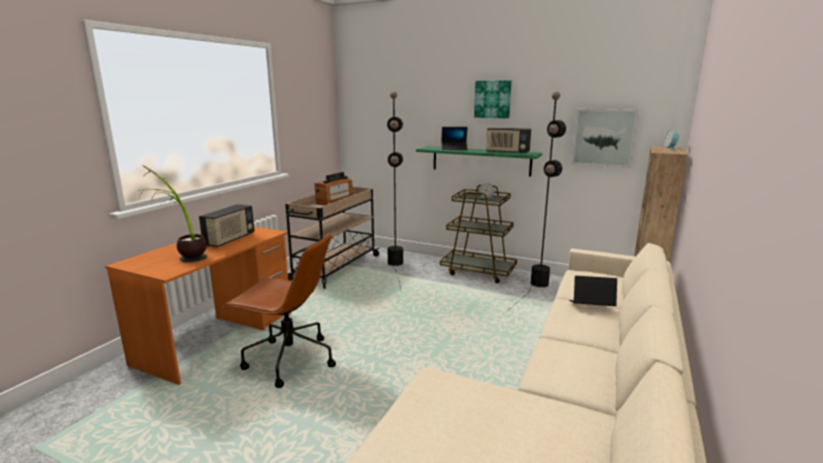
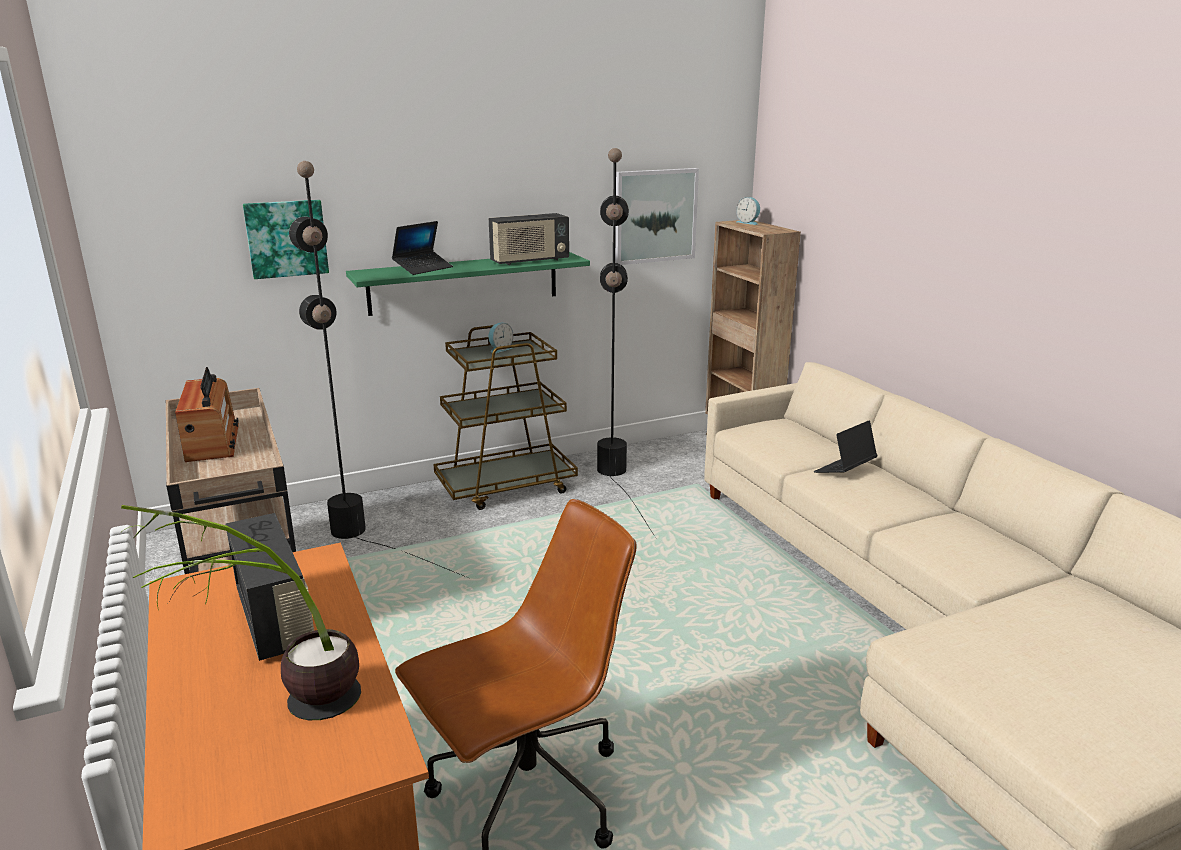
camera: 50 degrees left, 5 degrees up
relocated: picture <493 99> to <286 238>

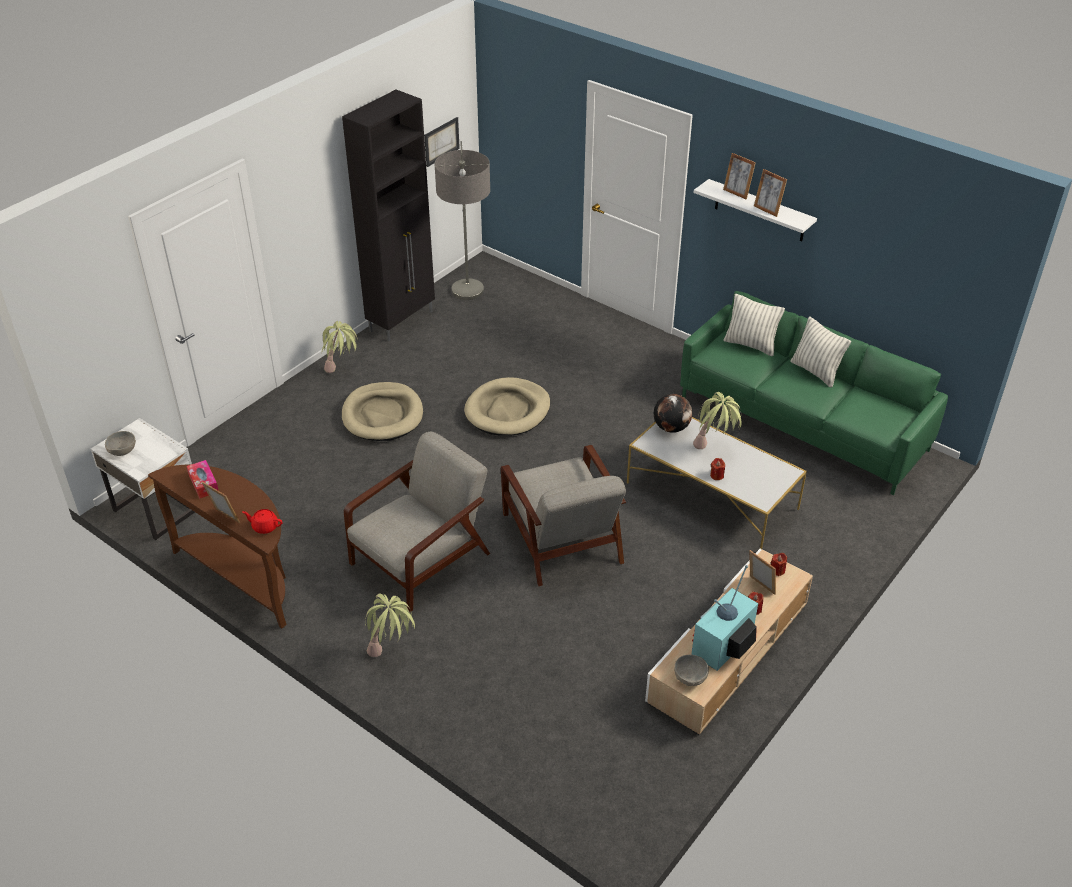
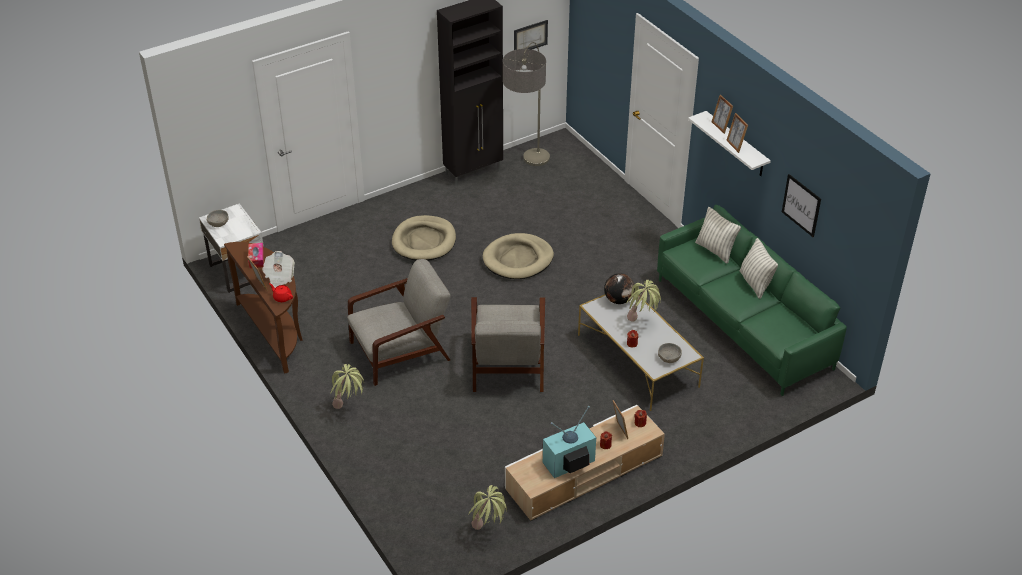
camera: 20 degrees right, 0 degrees up
appeared: newspaper <279 276>; picture <801 205>
relocated: potted plant <343 373> to <489 532>; grey bowl <690 677> to <669 358>

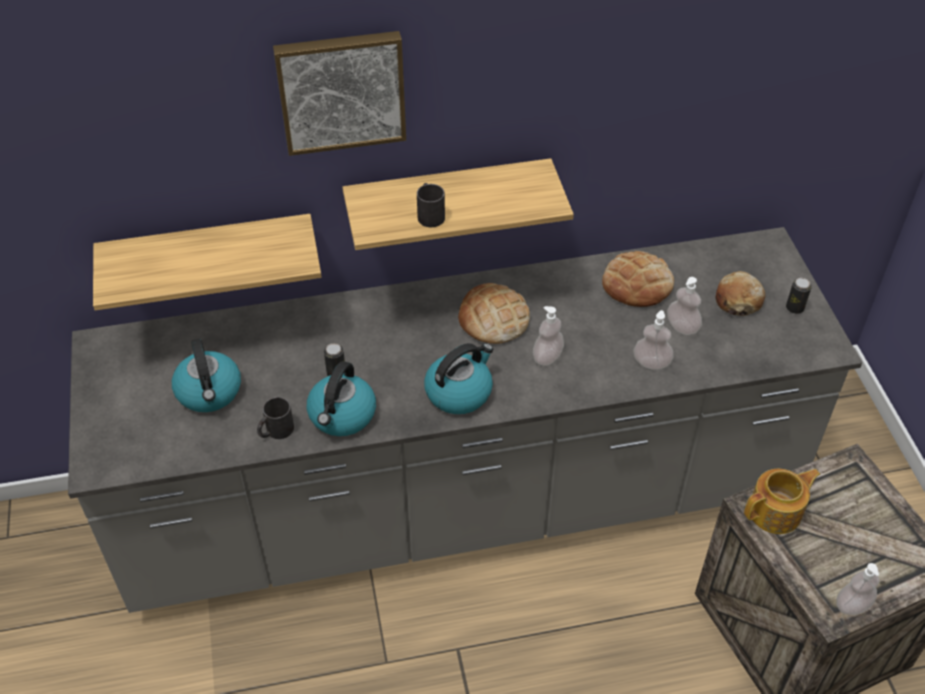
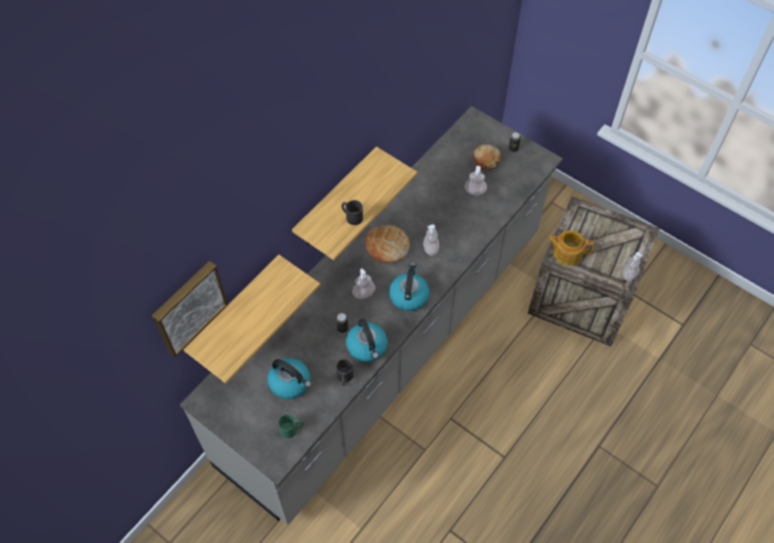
camera: 40 degrees left, 10 degrees up
missing: bread <637 284>
appeared: green mug <292 429>
relocated: picture <341 90> to <188 307>; soap dispenser <651 362> to <363 294>
spun: teapot <776 512> = <567 253> 105 degrees counterclockwise

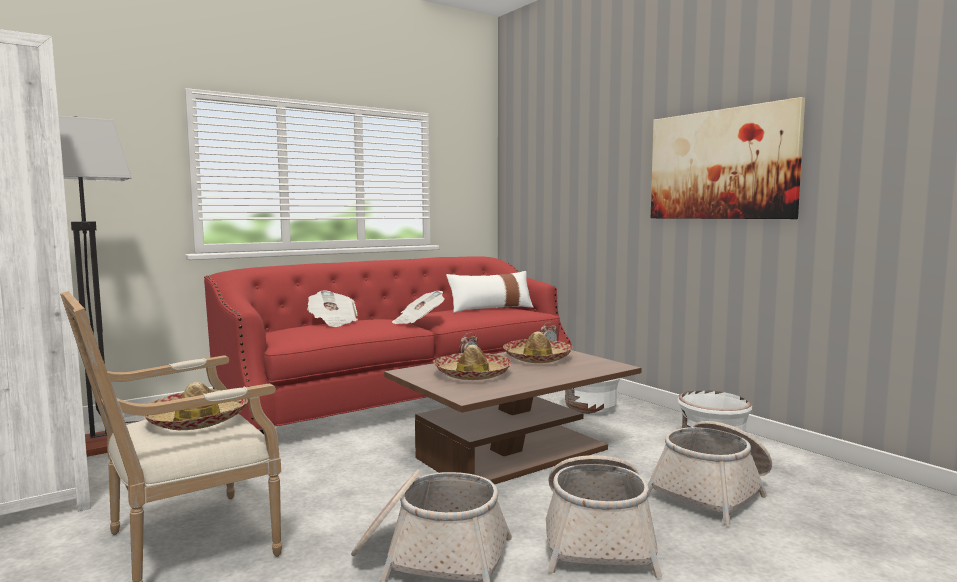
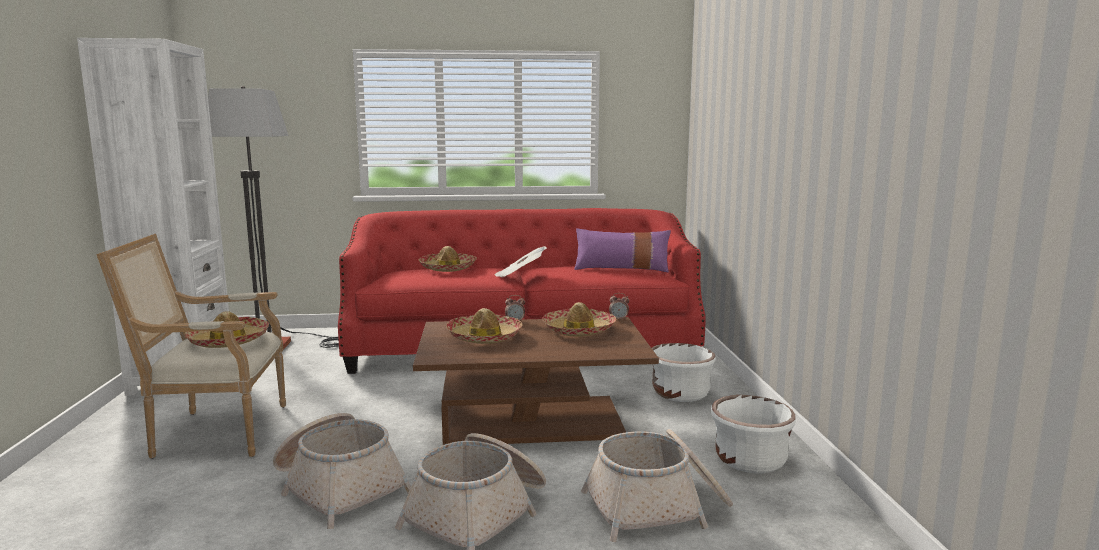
camera: 30 degrees right, 5 degrees up
missing: picture <721 164>
exchanged: newspaper <333 322> to hat <448 268>
colour: white pillow <491 308> to purple pillow <621 269>

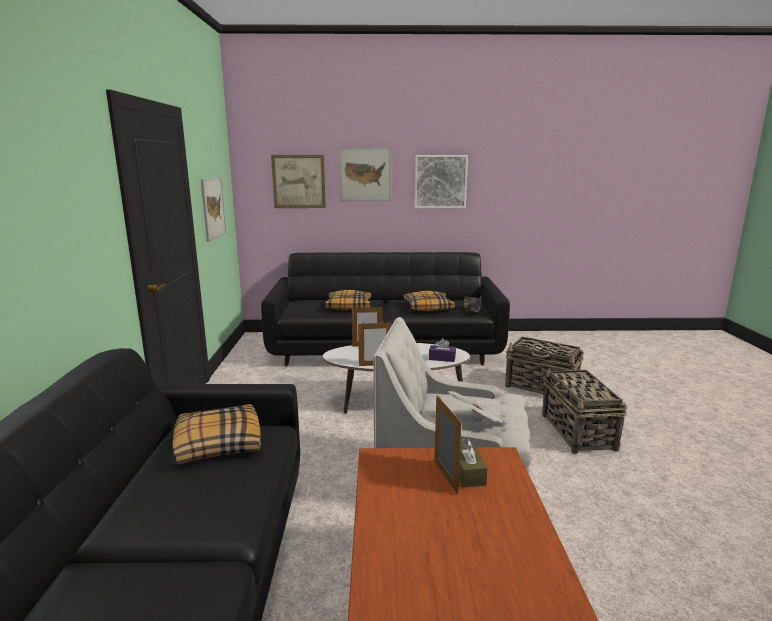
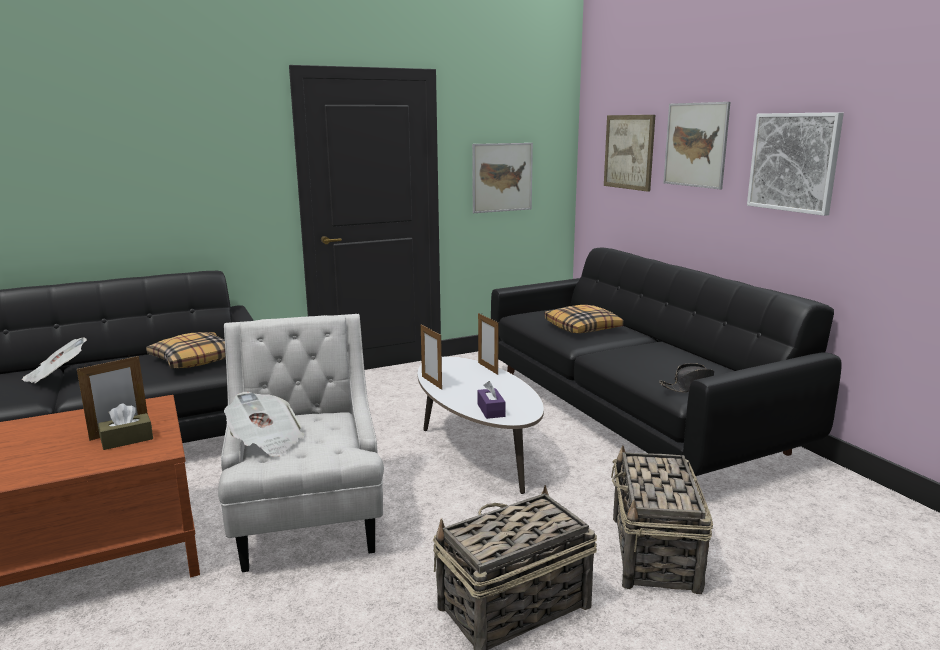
camera: 65 degrees right, 0 degrees up
missing: pillow <428 307>
appeared: newspaper <57 376>

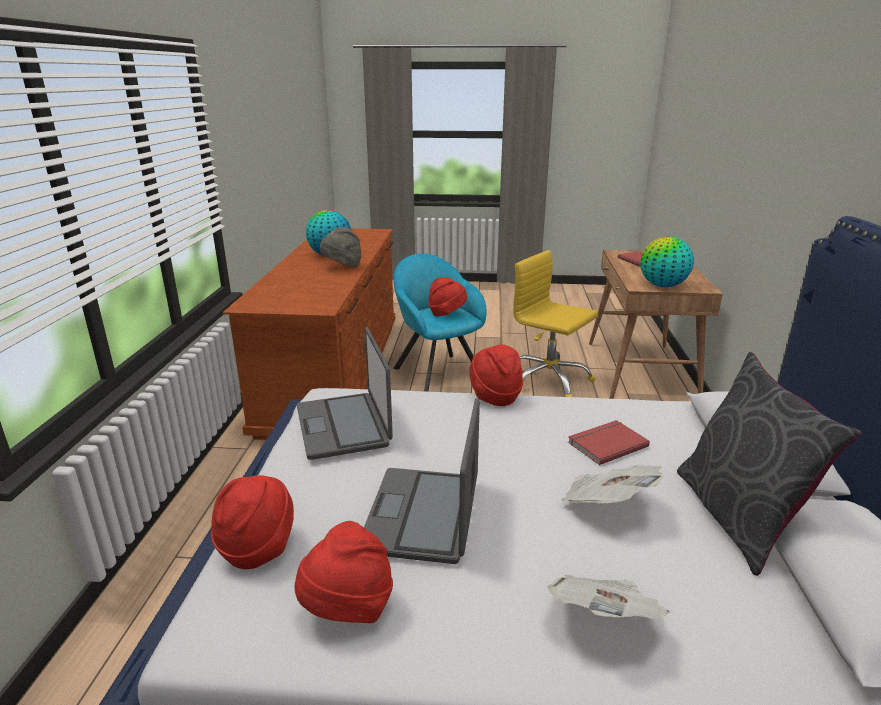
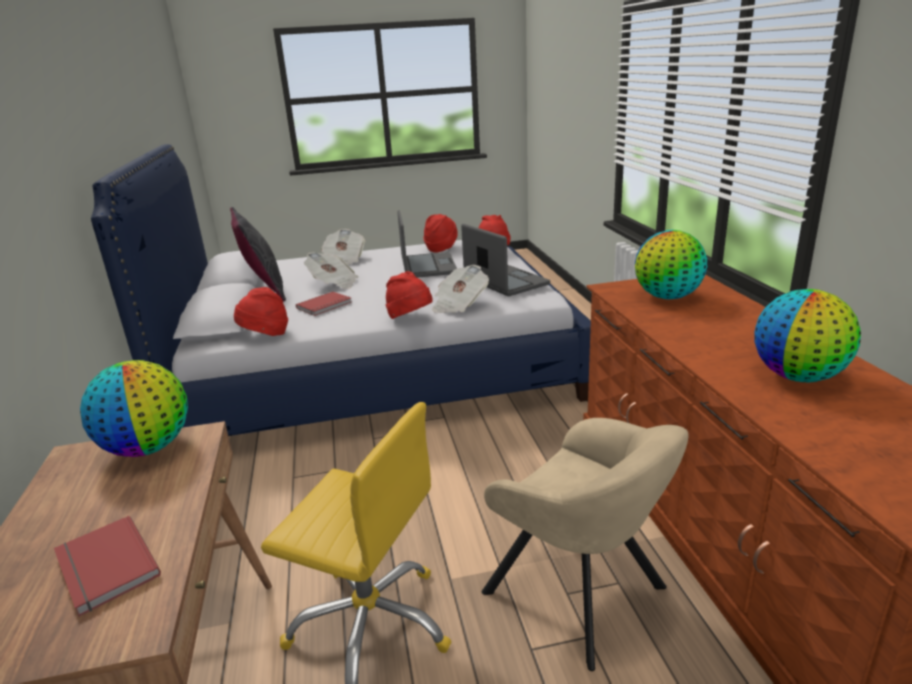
camera: 165 degrees right, 0 degrees up
missing: grey hat <342 267>
appeared: newspaper <459 305>; globe <667 297>
relocated: red hat <447 313> to <265 335>
colour: turquoise armchair <436 372> to beige armchair <581 595>

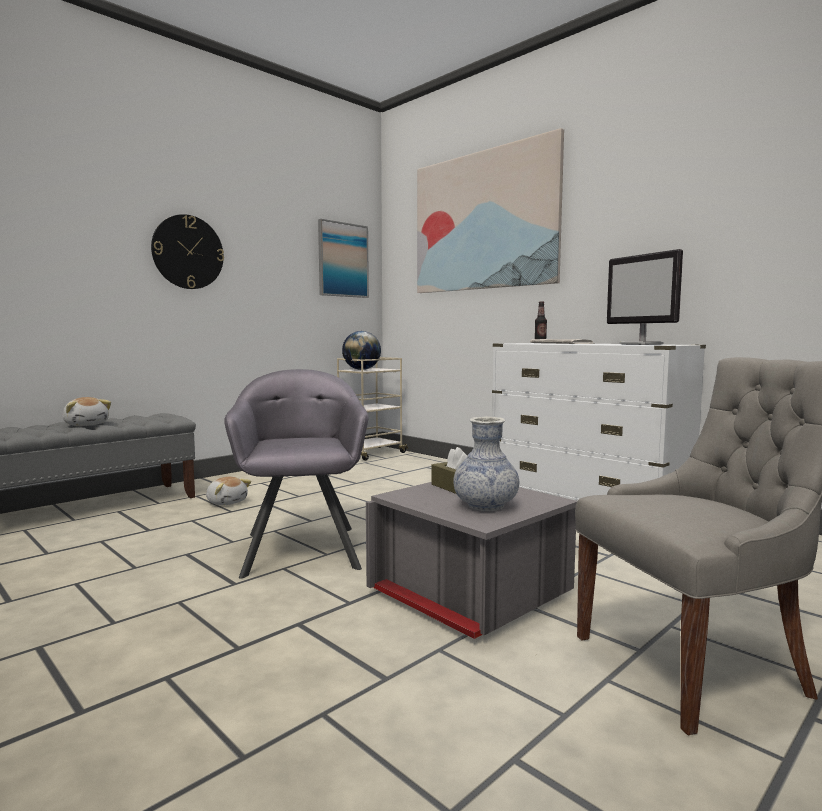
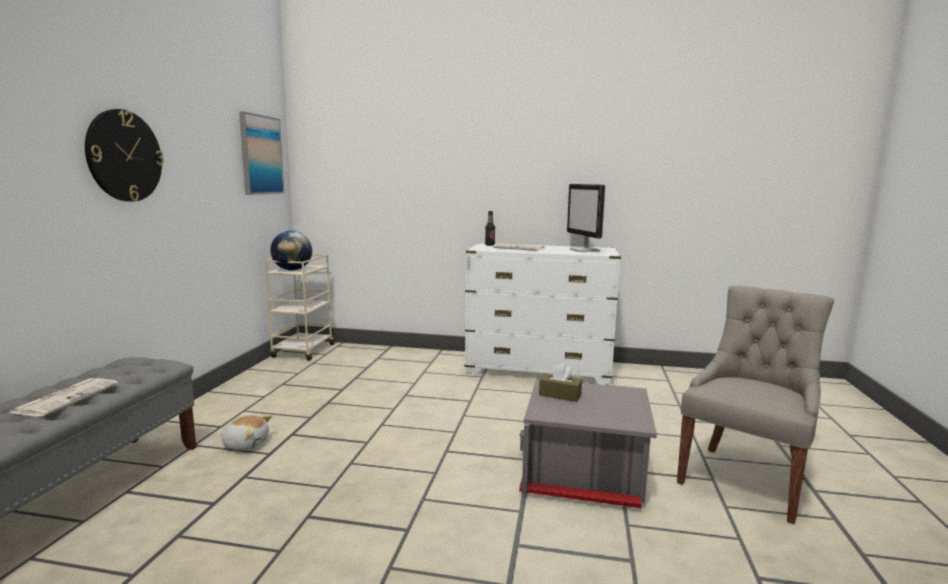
camera: 35 degrees left, 5 degrees up
missing: grey armchair <302 549>; picture <484 221>; vase <485 506>
exchanged: plush toy <86 424> to newspaper <67 397>
spun: monitor <642 344> = <585 250> 45 degrees clockwise

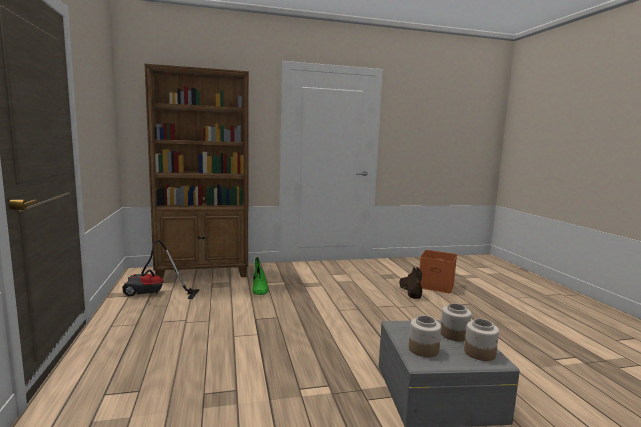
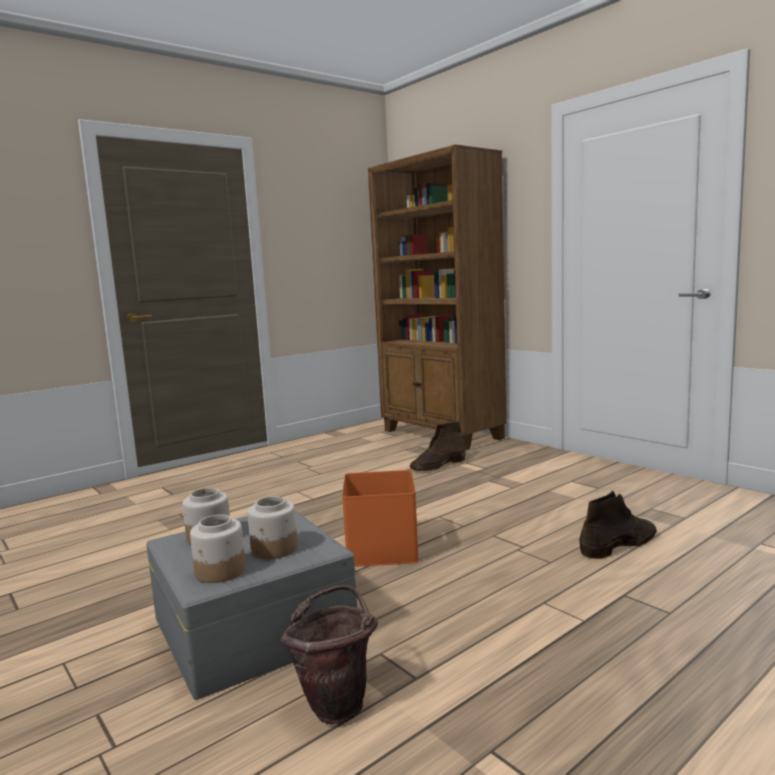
camera: 65 degrees right, 0 degrees up
missing: vacuum cleaner <153 294>
appeared: brown bucket <337 702>
relocated: orange storage box <437 285> to <383 549>
colour: green boot <260 289> to brown boot <438 466>

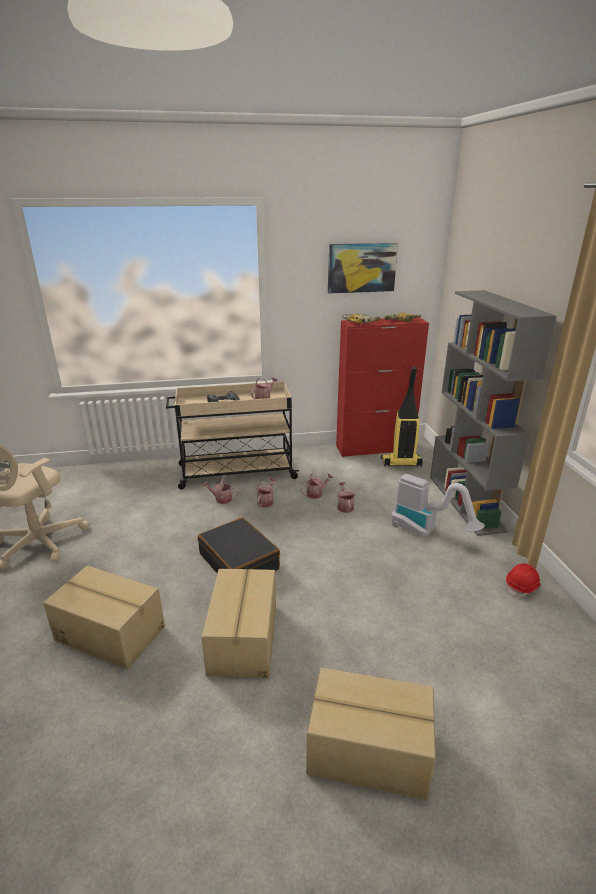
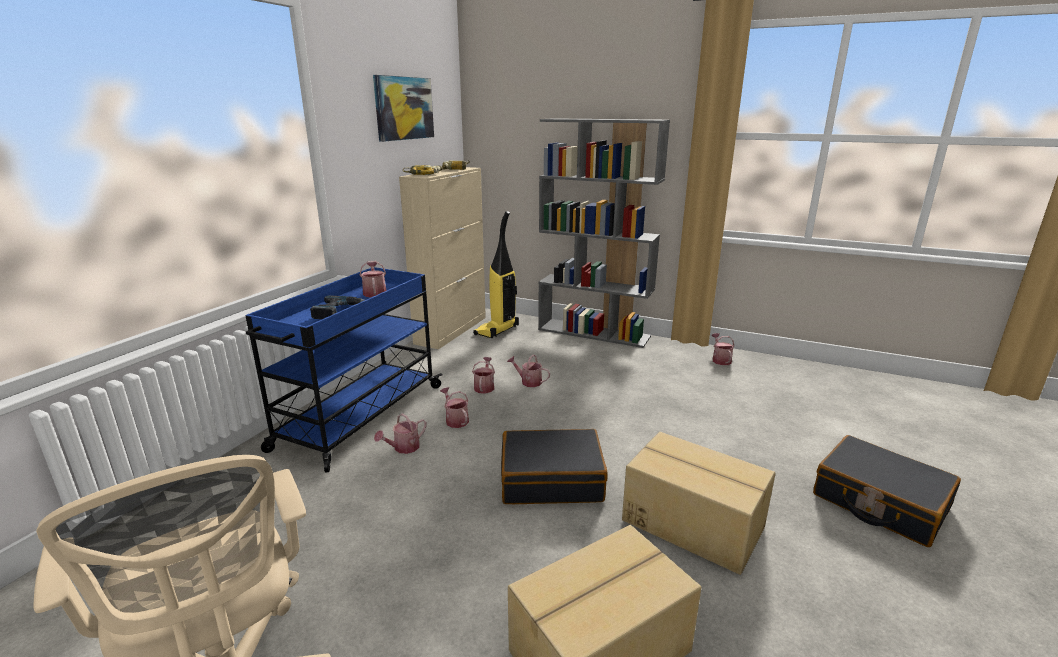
camera: 55 degrees left, 5 degrees down
missing: vacuum cleaner <427 531>
exchanged: red hard hat <522 587> to watering can <720 360>; cardboard box <369 752> to black suitcase <879 502>
colour: beige cart <235 472> to blue cart <359 417>; red cabinet <375 448> to beige cabinet <452 330>

